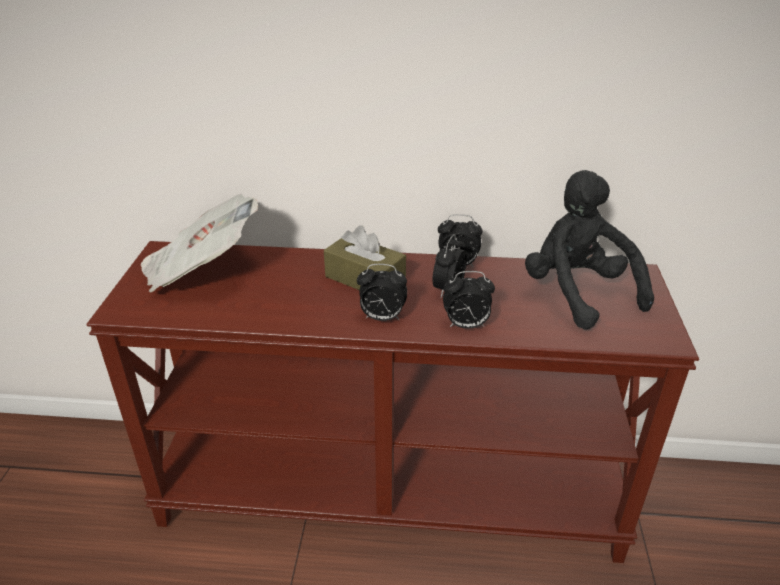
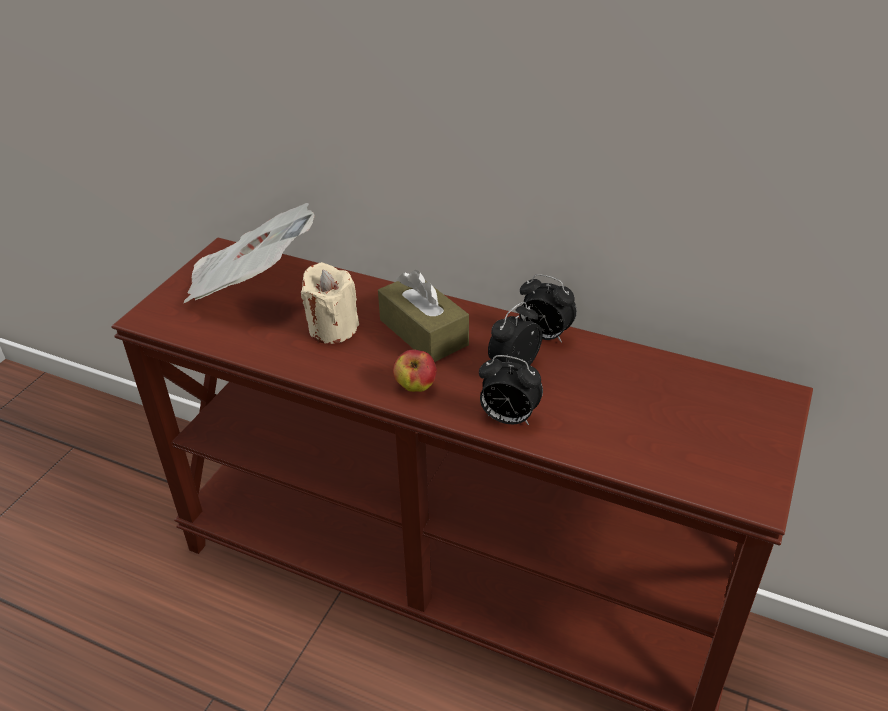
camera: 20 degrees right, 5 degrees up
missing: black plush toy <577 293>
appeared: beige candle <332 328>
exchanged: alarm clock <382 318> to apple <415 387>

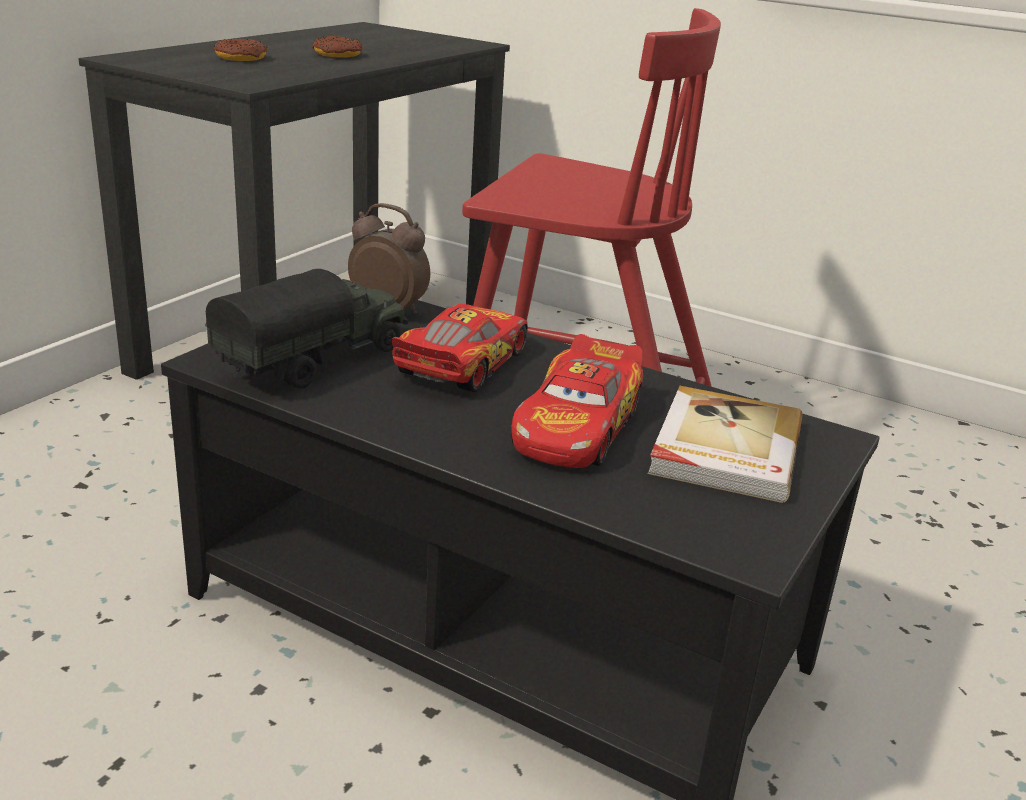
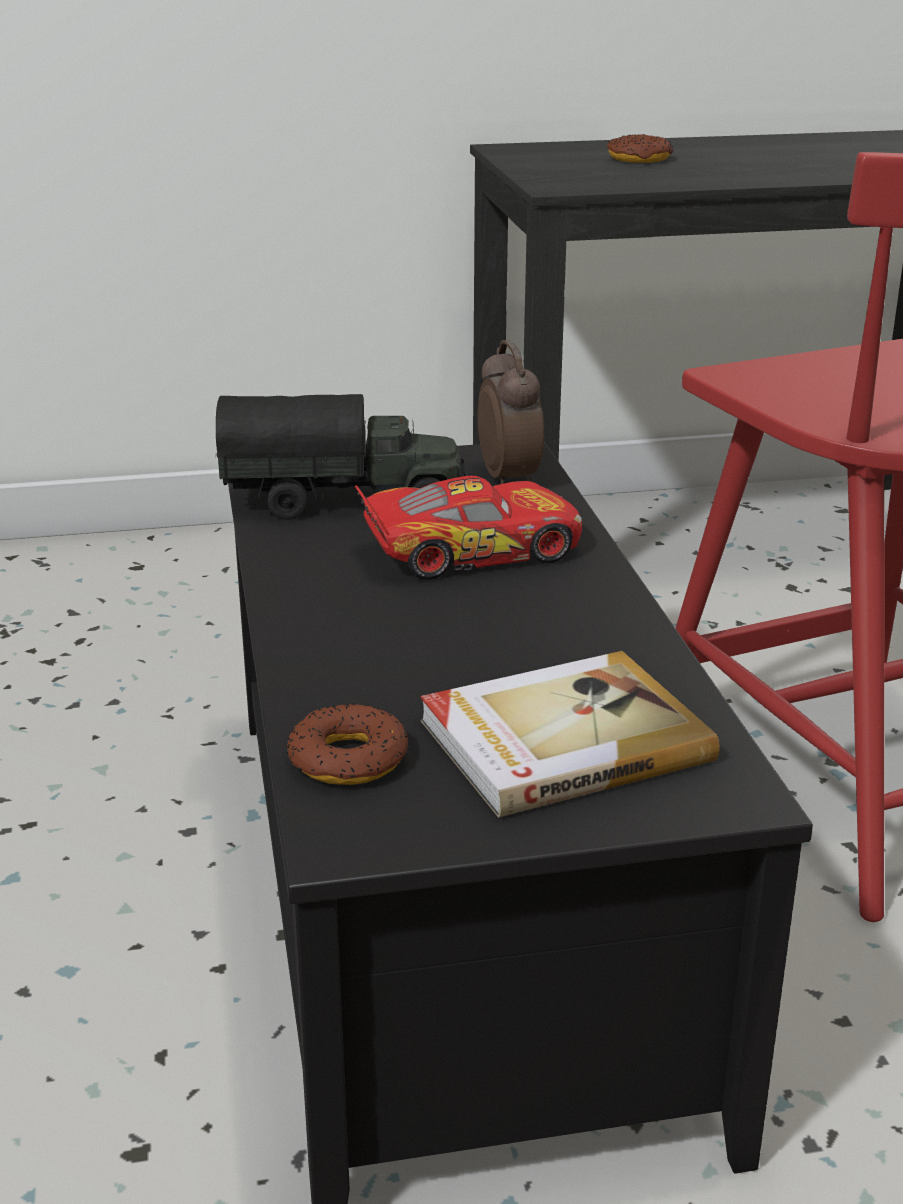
camera: 50 degrees right, 0 degrees up
missing: toy car <578 427>
relocated: donut <337 54> to <347 758>

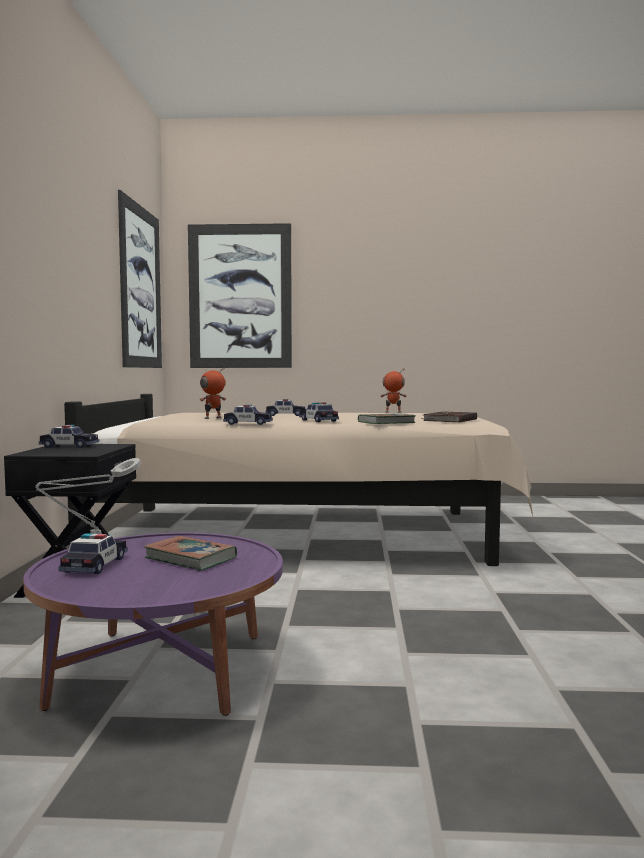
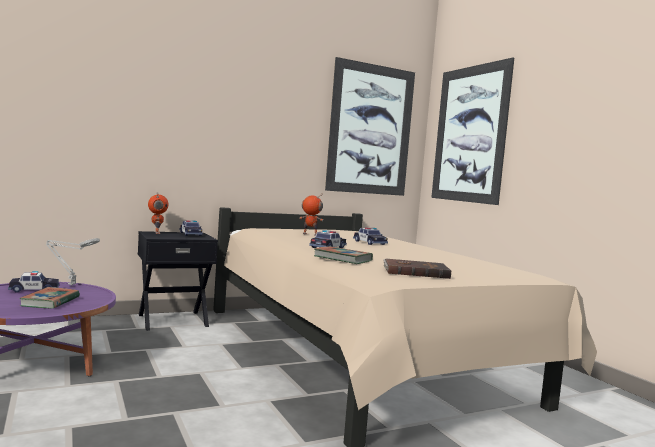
camera: 60 degrees right, 0 degrees up
missing: toy car <248 423>
relocated: toy robot <393 412> to <156 233>

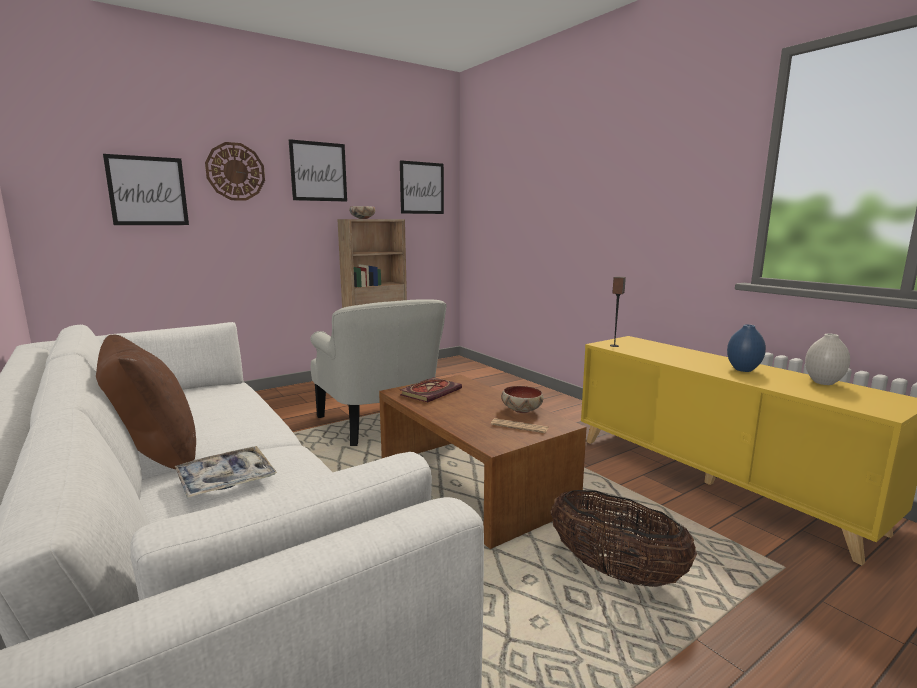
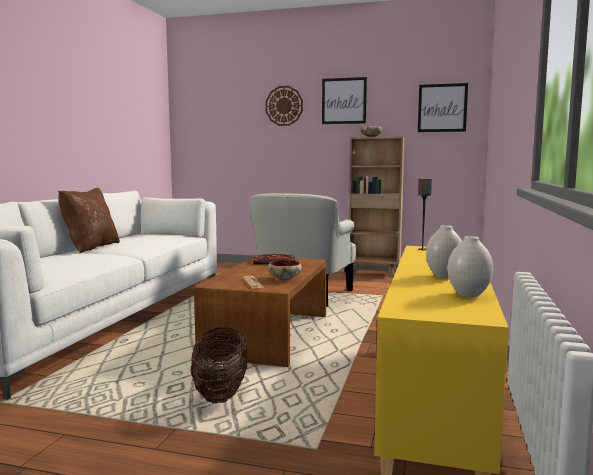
camera: 50 degrees right, 5 degrees down
missing: picture <147 191>; tray <226 480>
colour: blue vase <743 370> to white vase <444 276>

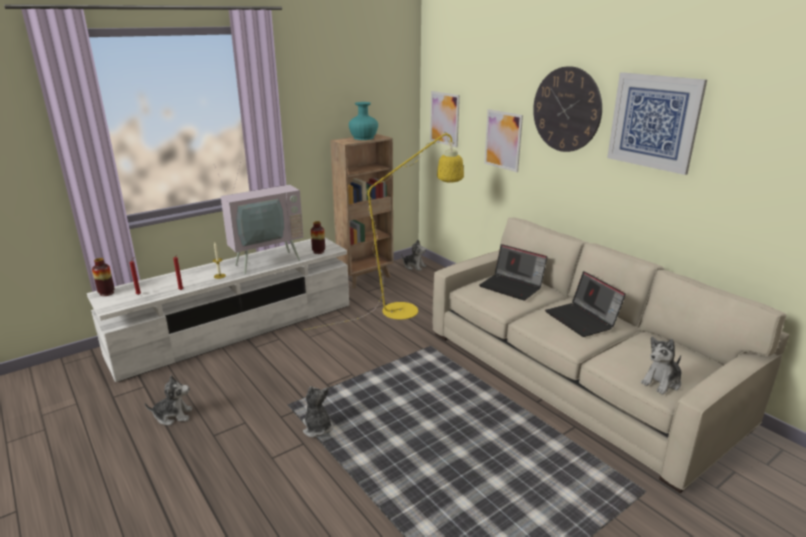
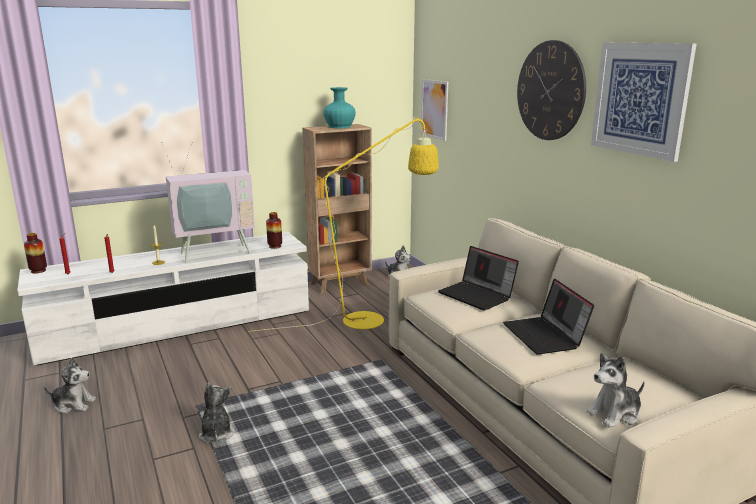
camera: 10 degrees right, 5 degrees down
missing: picture <503 140>

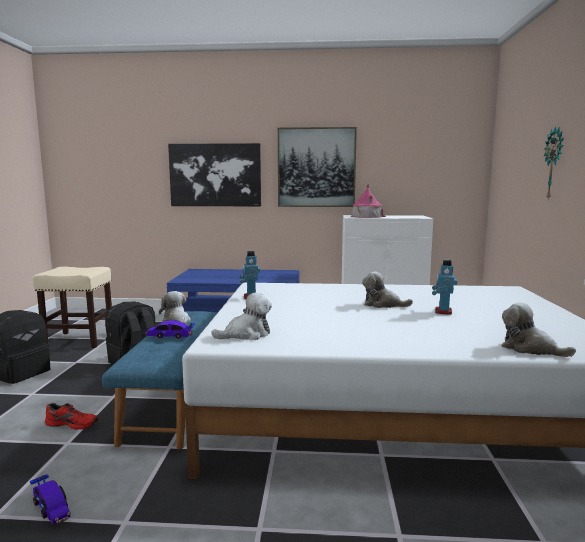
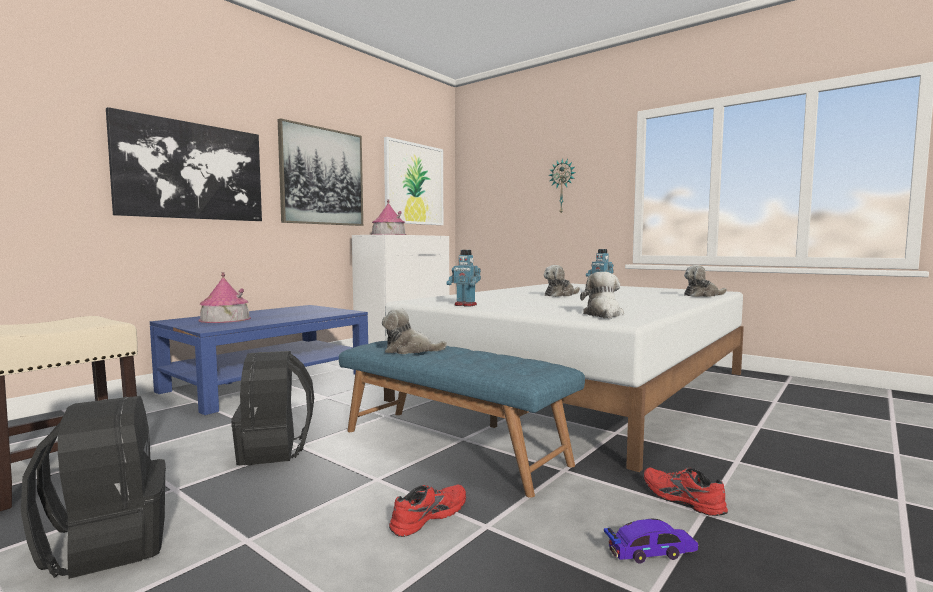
camera: 55 degrees left, 5 degrees down
missing: toy car <170 336>
appeared: toy house <225 319>; picture <414 184>; red shoe <681 499>

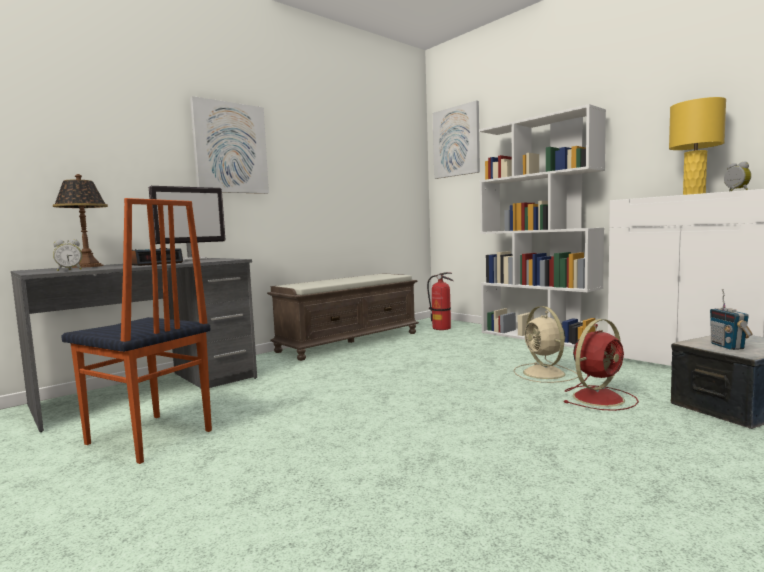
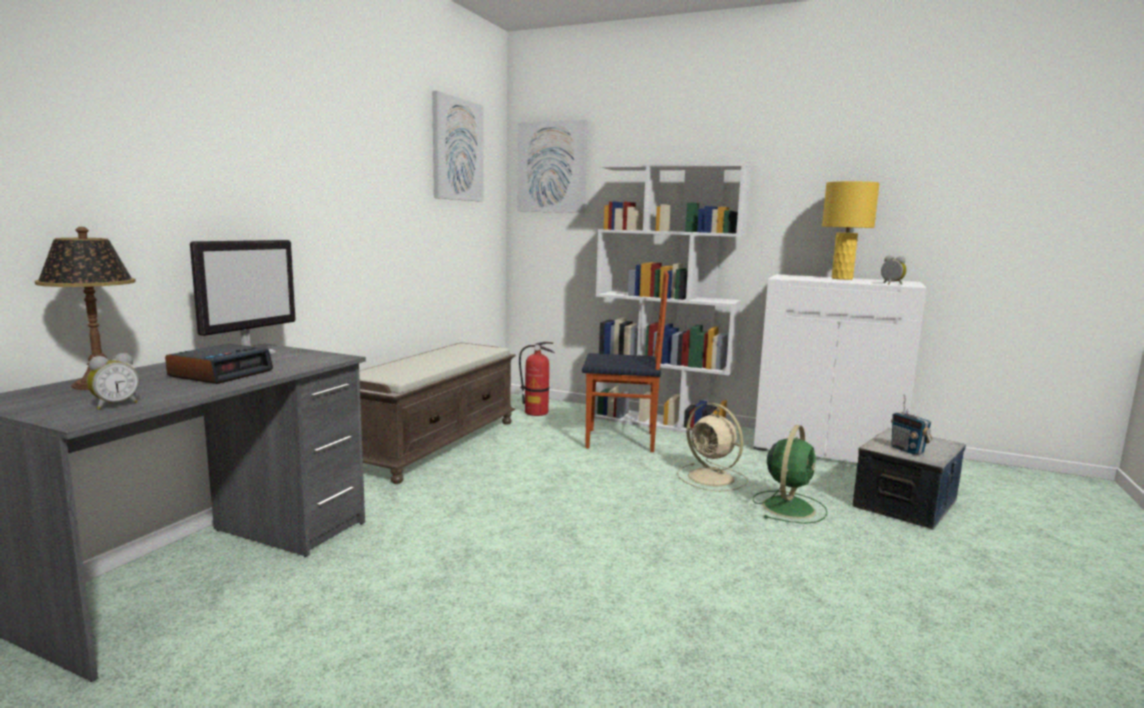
camera: 25 degrees left, 5 degrees up
relocated: picture <230 148> to <457 150>; chair <148 438> to <621 441>
colour: red fan <599 397> to green fan <789 506>

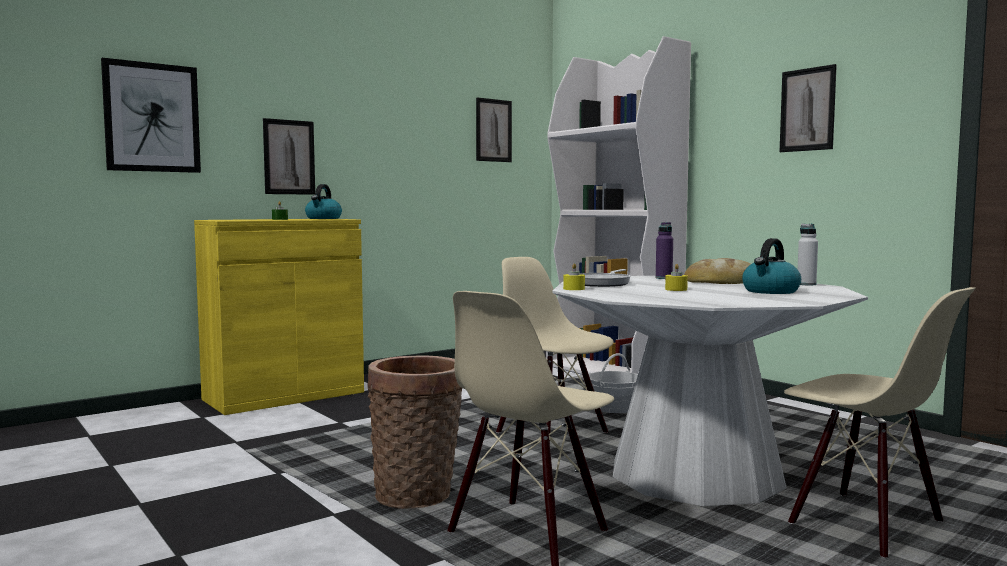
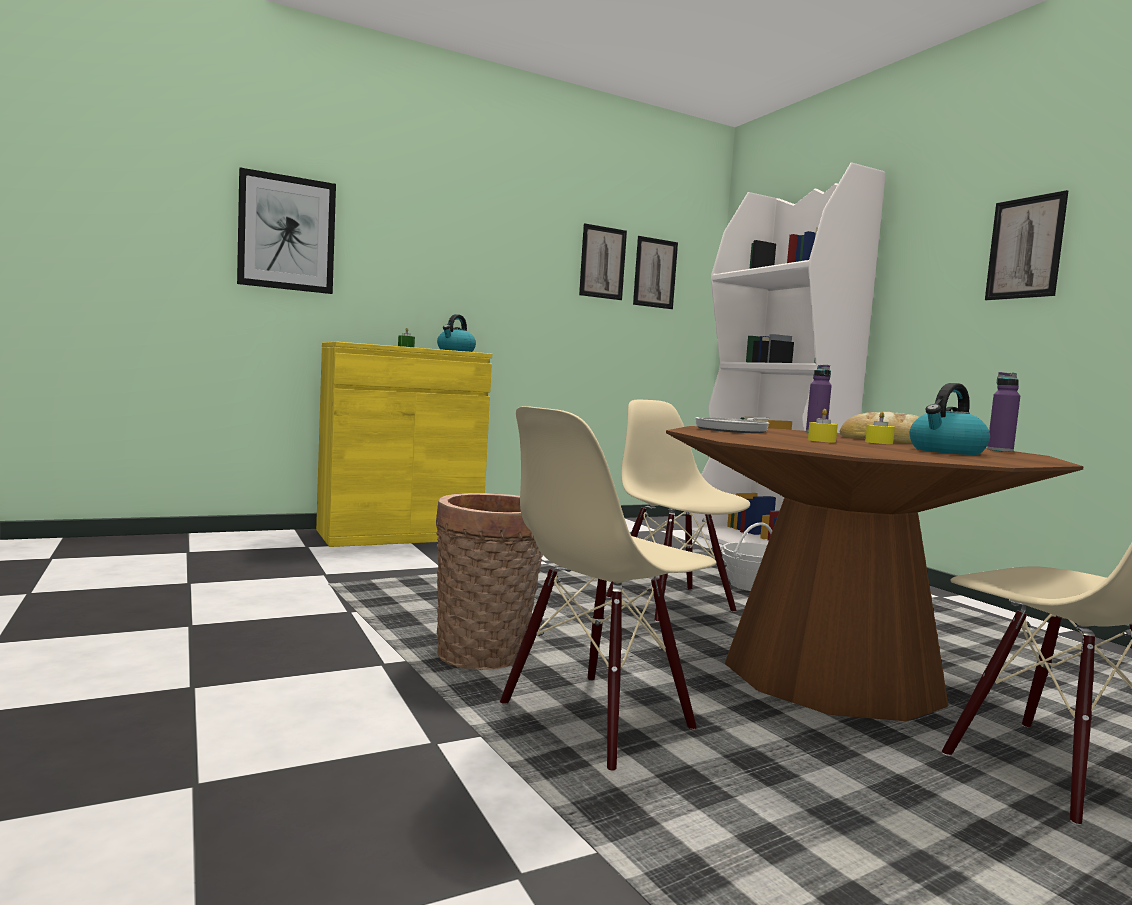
camera: 10 degrees right, 0 degrees up
relocated: picture <289 157> to <602 262>; yellow candle <574 289> to <878 442>
colour: white dining table <696 474> to brown dining table <831 673>; white bottle <806 284> to purple bottle <1000 450>

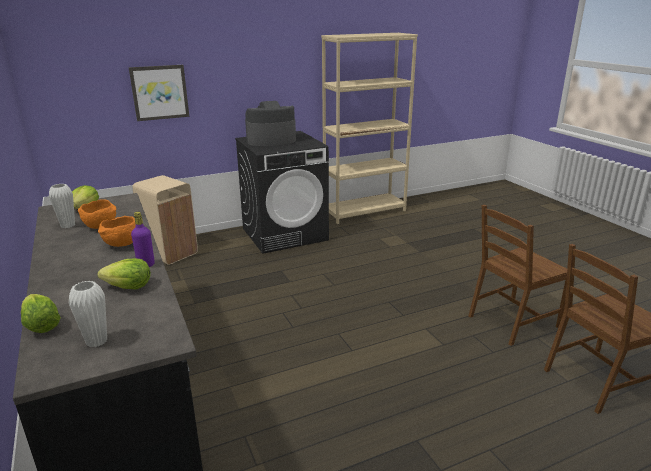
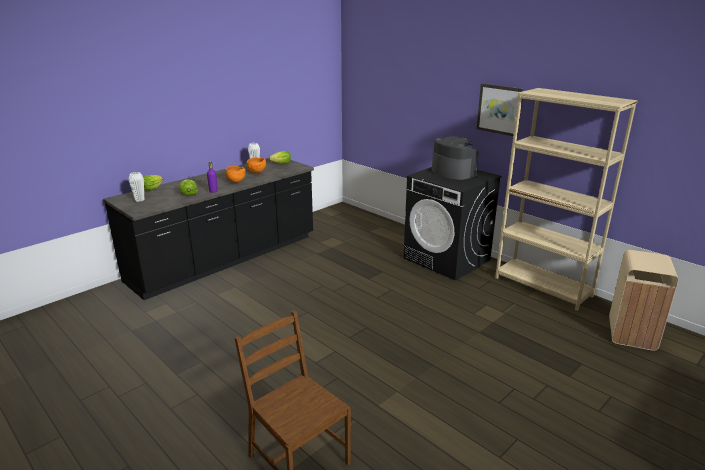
camera: 70 degrees right, 0 degrees up
missing: brown chair <512 321>
relocated: picture <159 92> to <499 109>; beige trash can <171 253> to <632 334>

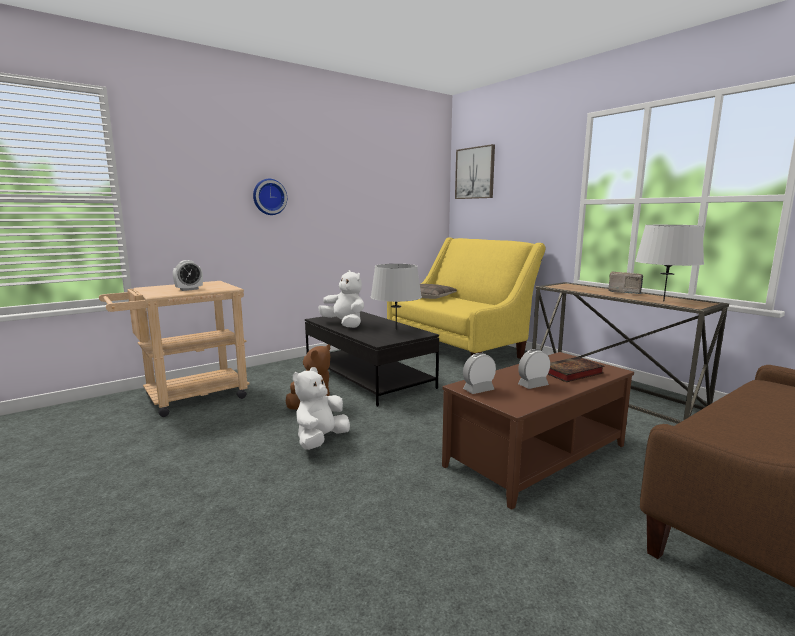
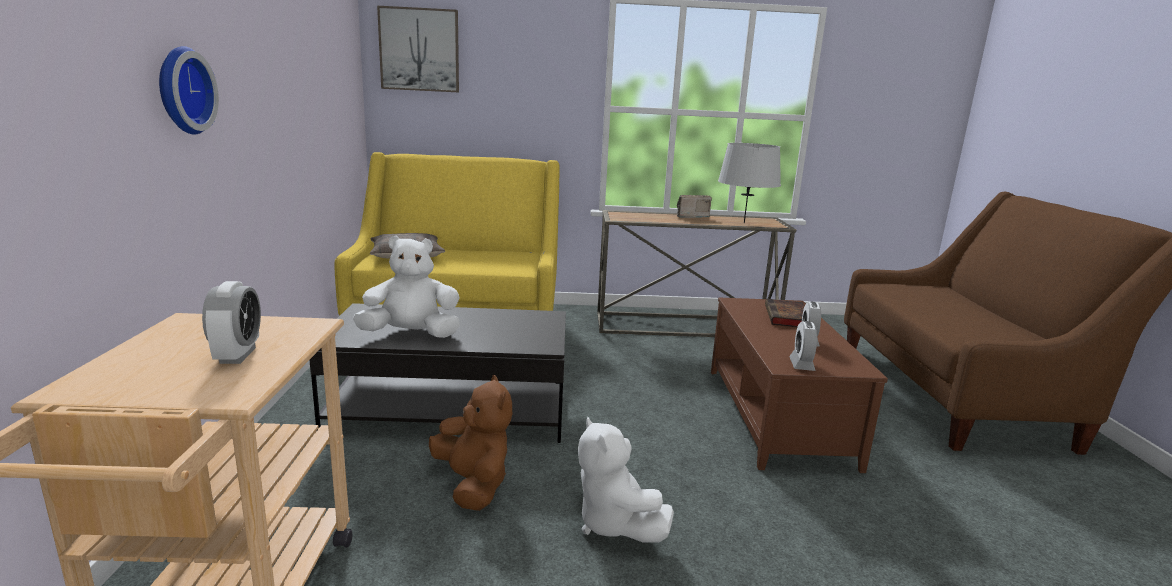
camera: 55 degrees left, 5 degrees up
missing: grey table lamp <396 329>

